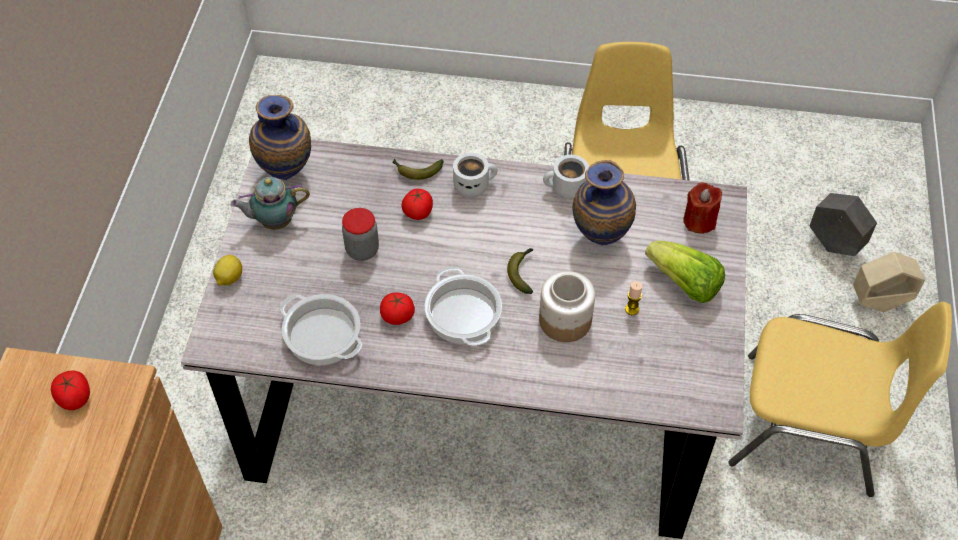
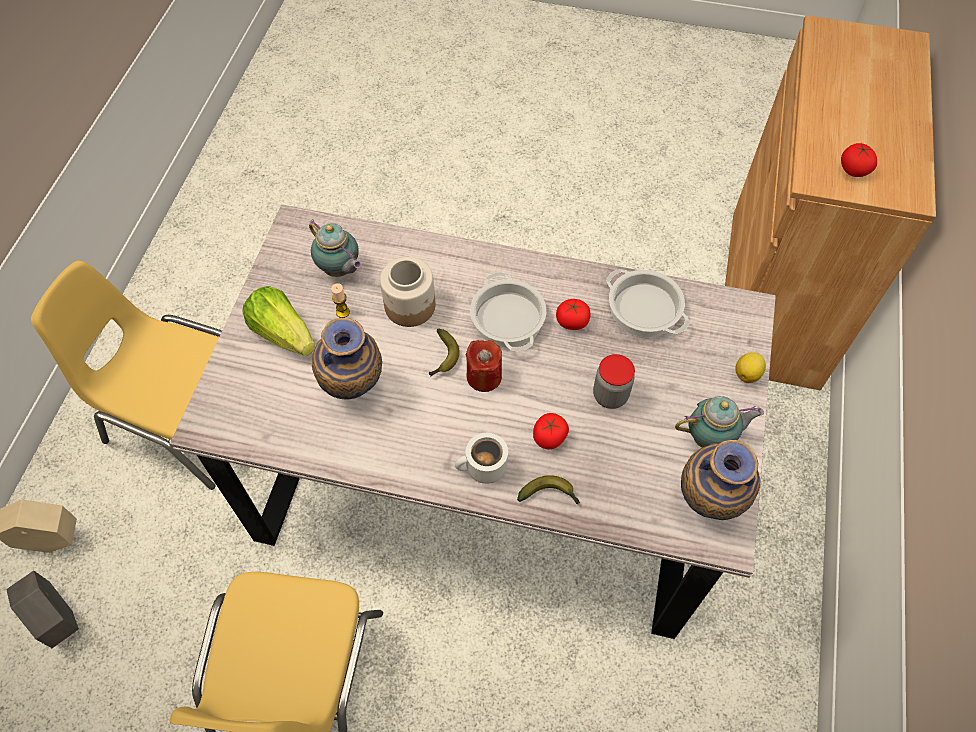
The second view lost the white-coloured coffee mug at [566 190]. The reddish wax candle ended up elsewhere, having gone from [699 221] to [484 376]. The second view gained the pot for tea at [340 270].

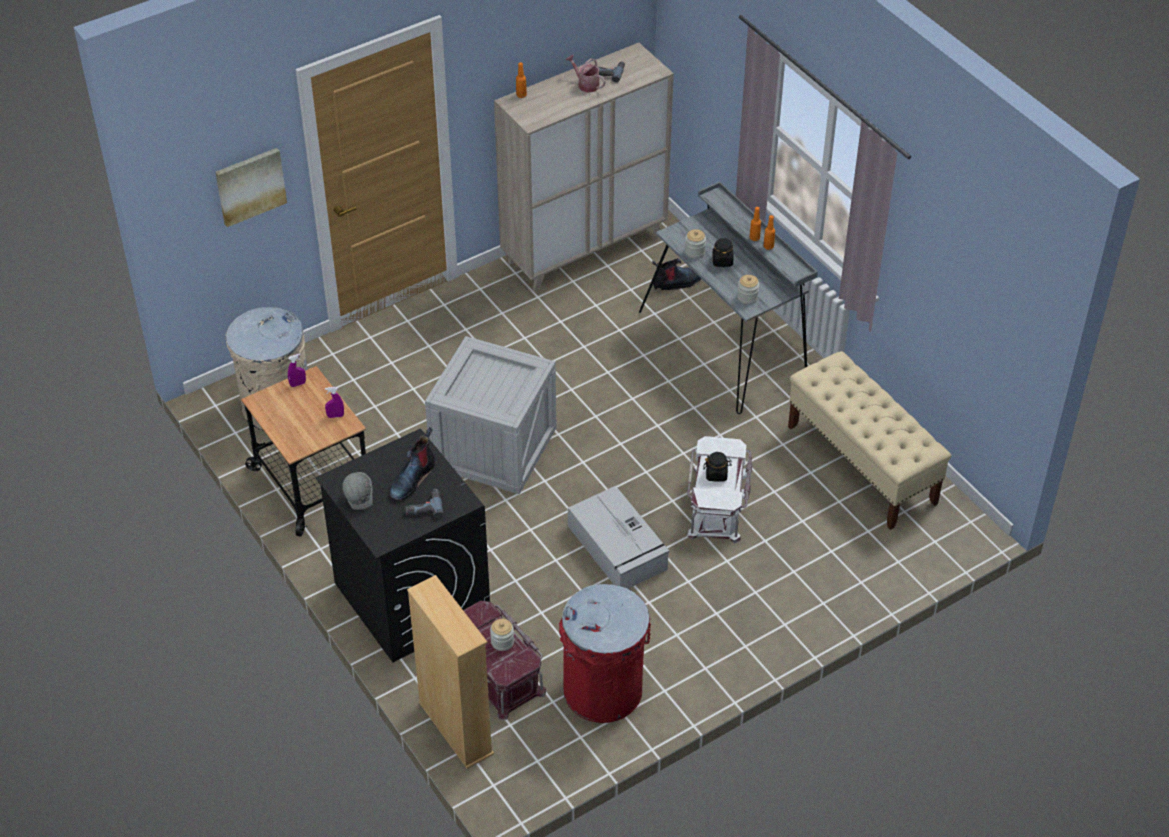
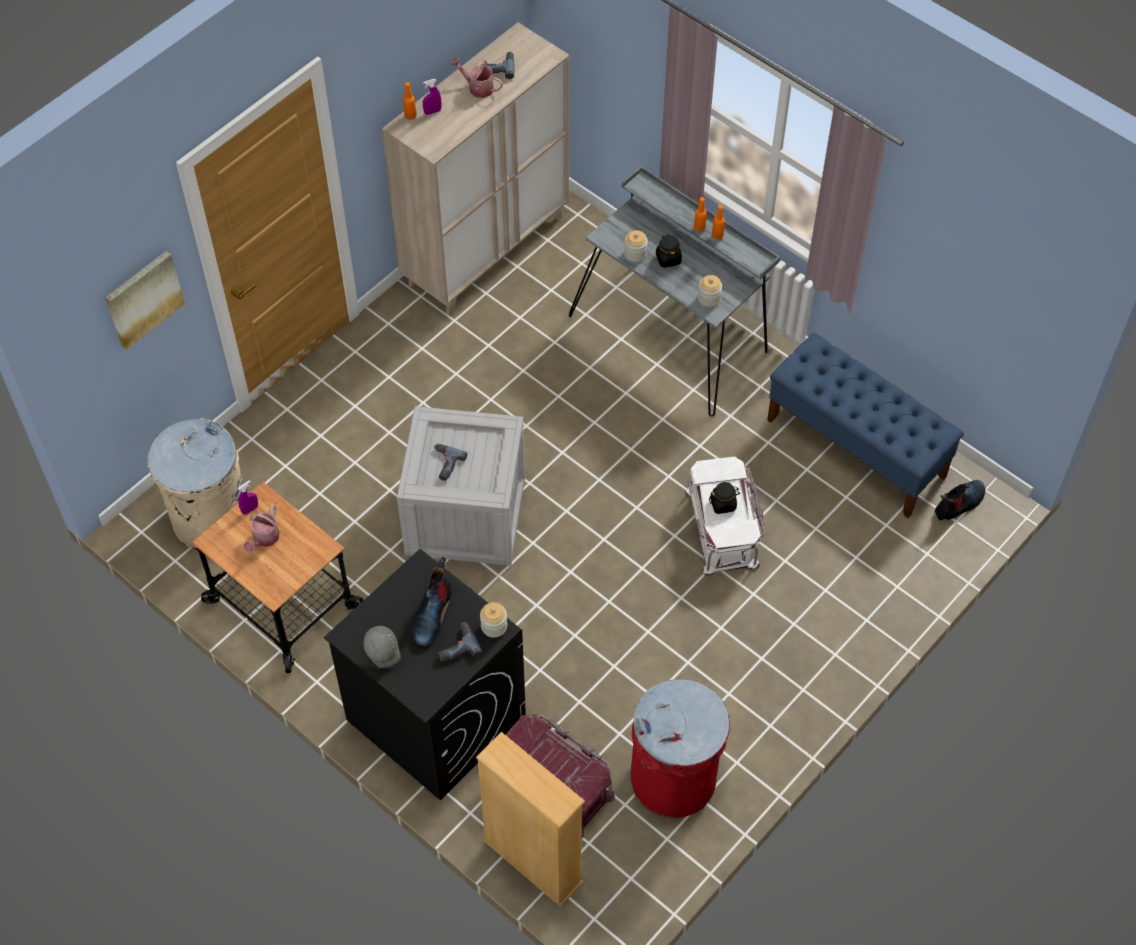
The boot ended up elsewhere, having gone from [677 282] to [959 504]. What was the sand-coloured indoor bench at [862 465] turned into the blue-coloured indoor bench at [856 448]. The purplish sprayer ended up elsewhere, having gone from [335 416] to [432 112]. The second view lost the grey storage container at [618 549]. The preserve jar ended up elsewhere, having gone from [502 642] to [494 626]. The second view gained the drill at [444 464]. The second view gained the watering pot at [264 539].

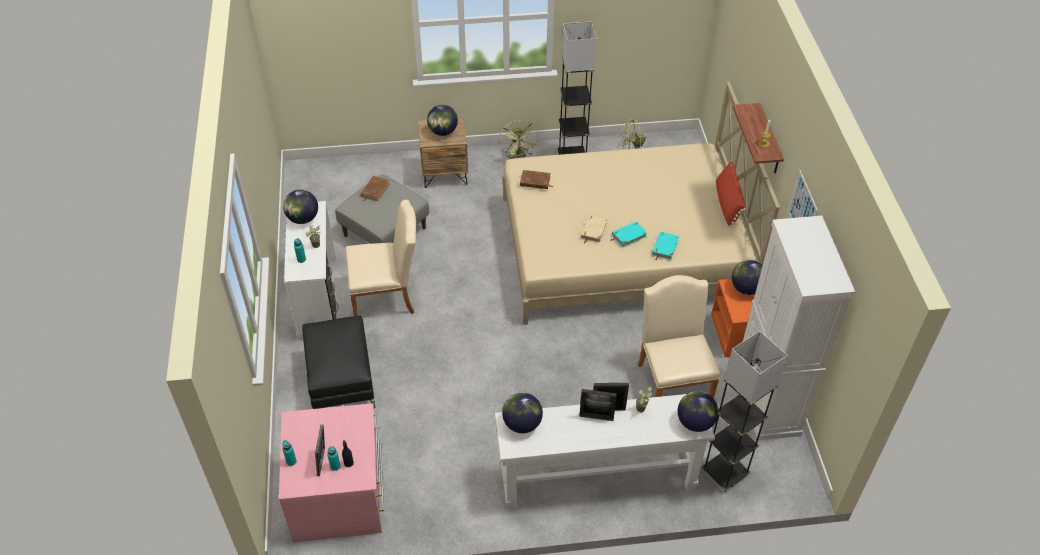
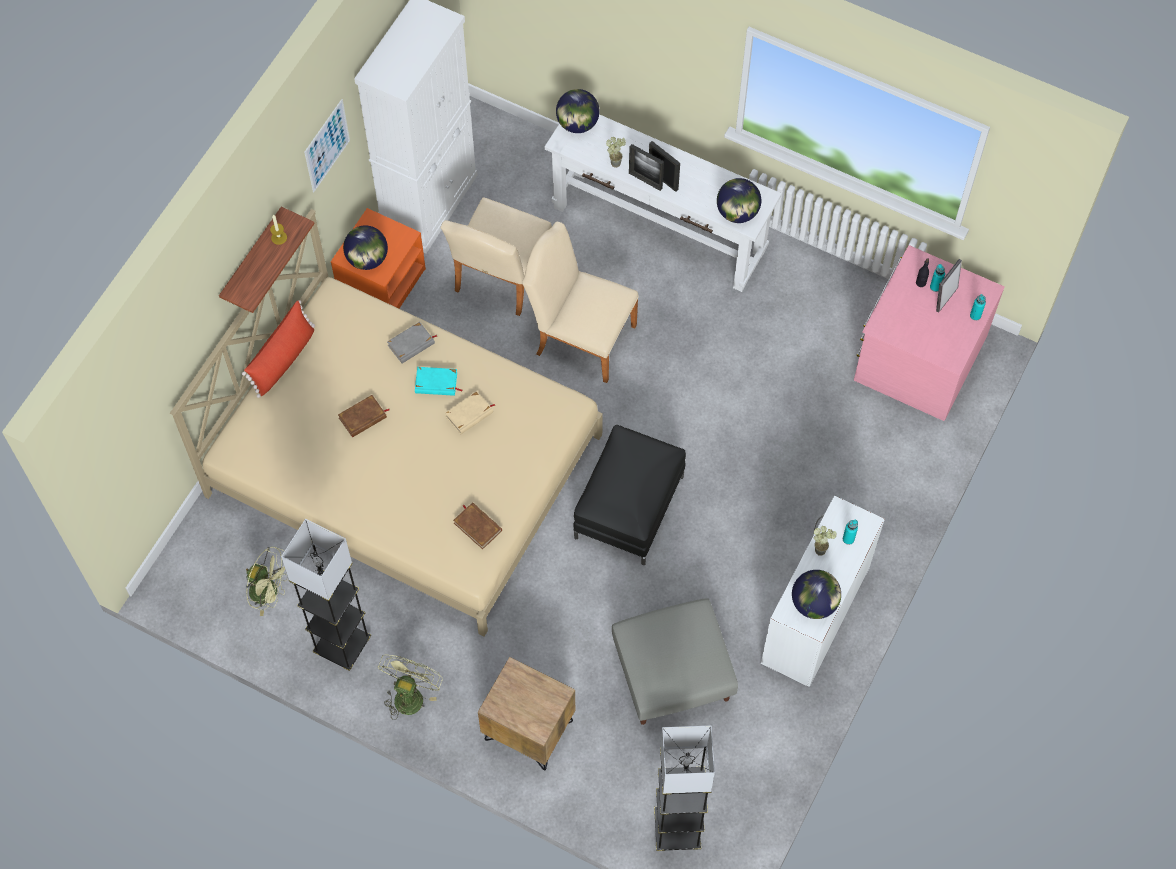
The second view lost the globe at [443 132]. The brown-coloured book ended up elsewhere, having gone from [375 190] to [363 418]. The sand-coloured plain chair ended up elsewhere, having gone from [387 295] to [579 336]. What was the turquoise-coloured book at [664 247] turned into the grey book at [411 344]. The black pouffe ended up elsewhere, having gone from [341 379] to [629 507]. The grey floor lamp ended up elsewhere, having gone from [725 473] to [677 830].

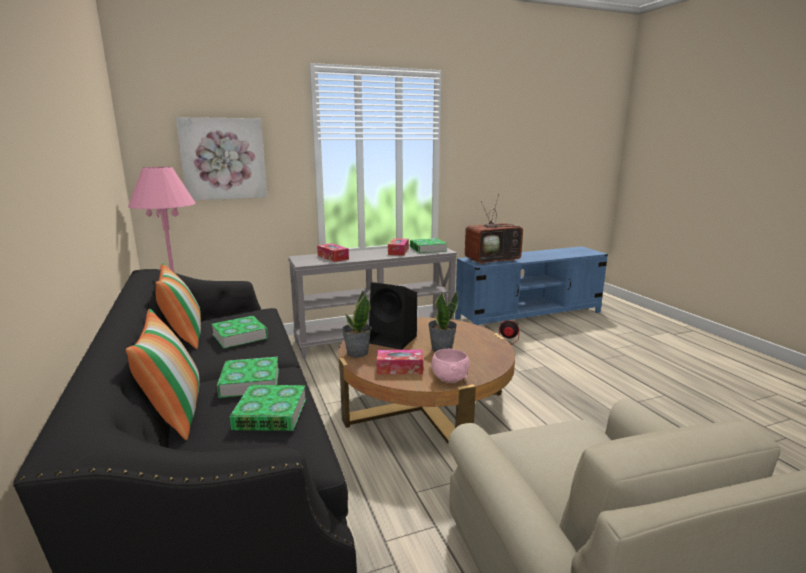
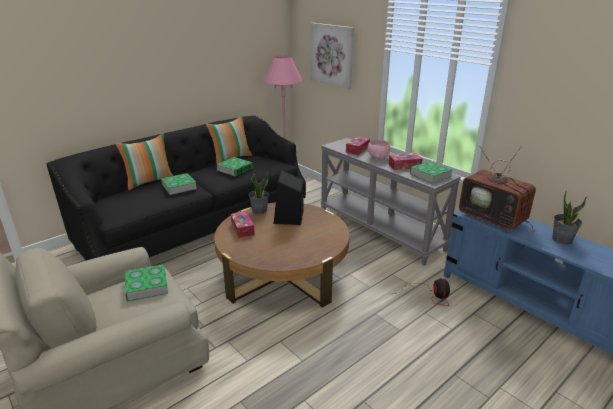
The houseplant ended up elsewhere, having gone from [441 348] to [562 239]. The pinkish bowl ended up elsewhere, having gone from [449 379] to [378 157]. The book ended up elsewhere, having gone from [271 413] to [146 286].

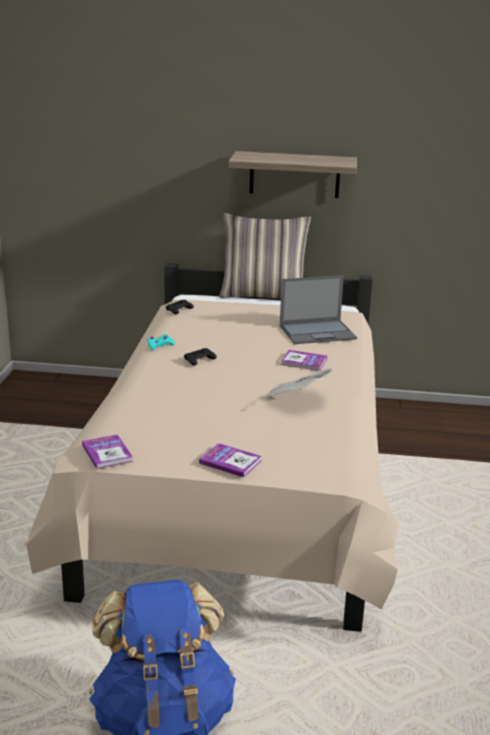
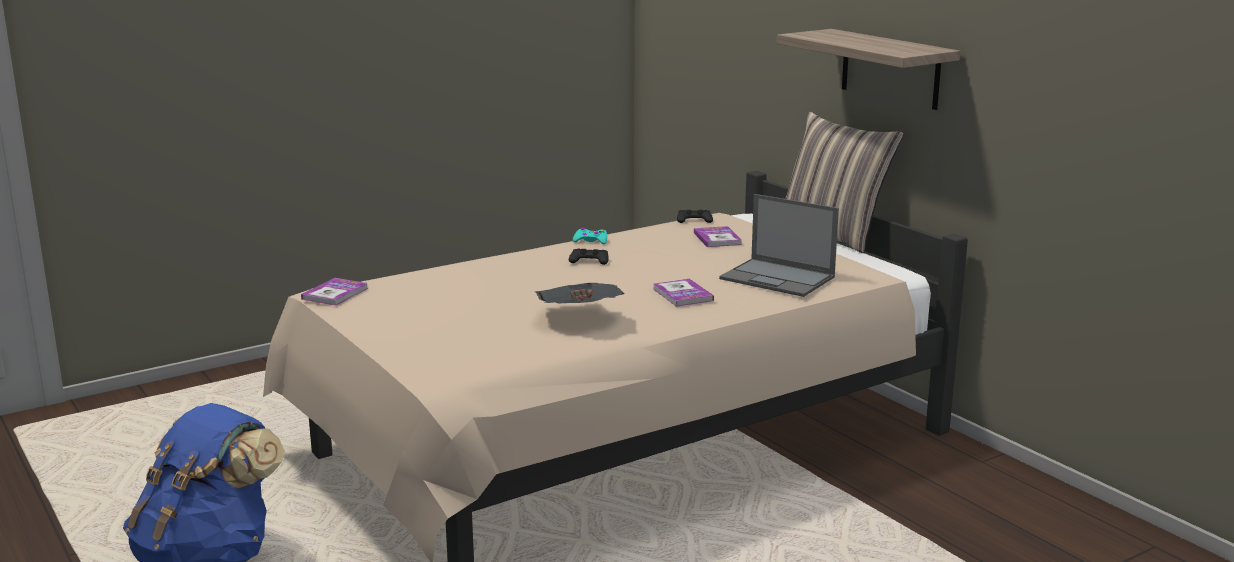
The book ended up elsewhere, having gone from [230 462] to [717 238].

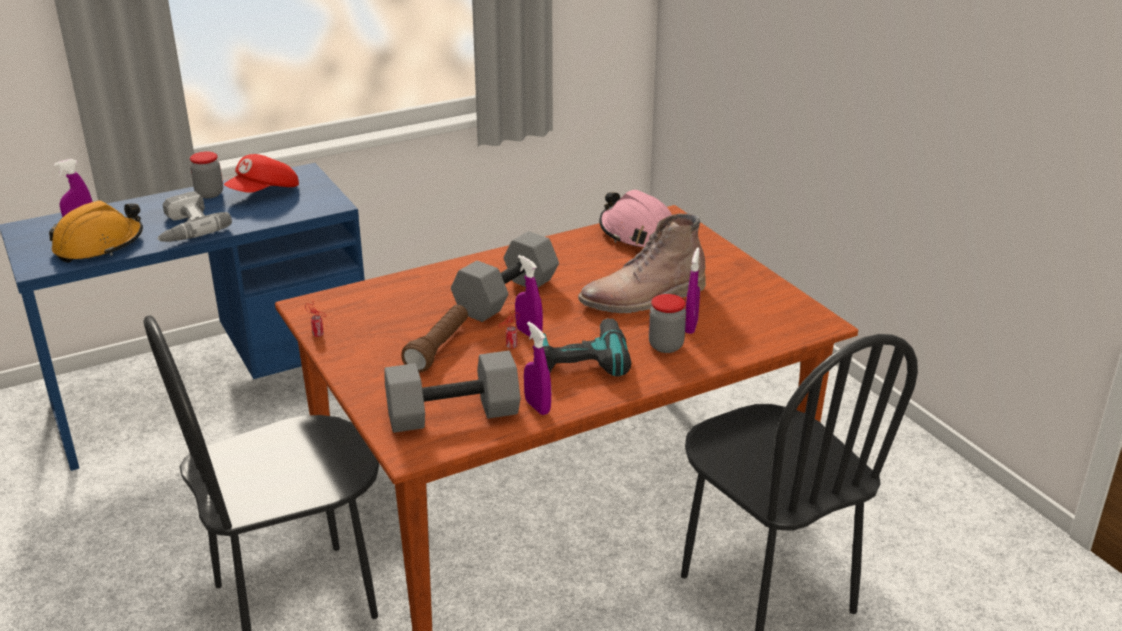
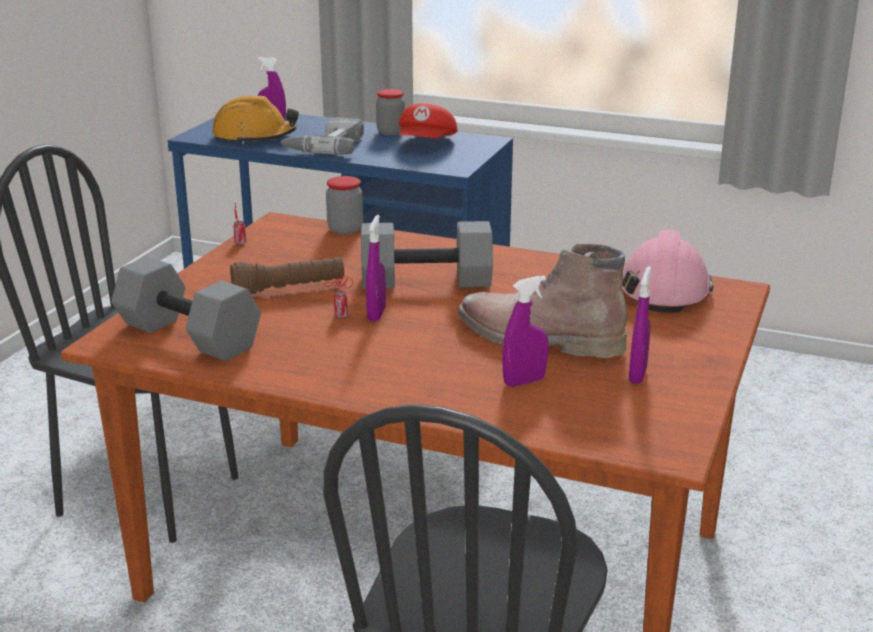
The reddish baseball cap at [264 193] ended up facing another way, 75 degrees counterclockwise from before. The preserve jar ended up elsewhere, having gone from [666 346] to [345 230]. The second view lost the drill at [582 359]. The purplish sprayer ended up elsewhere, having gone from [537 407] to [637 375].

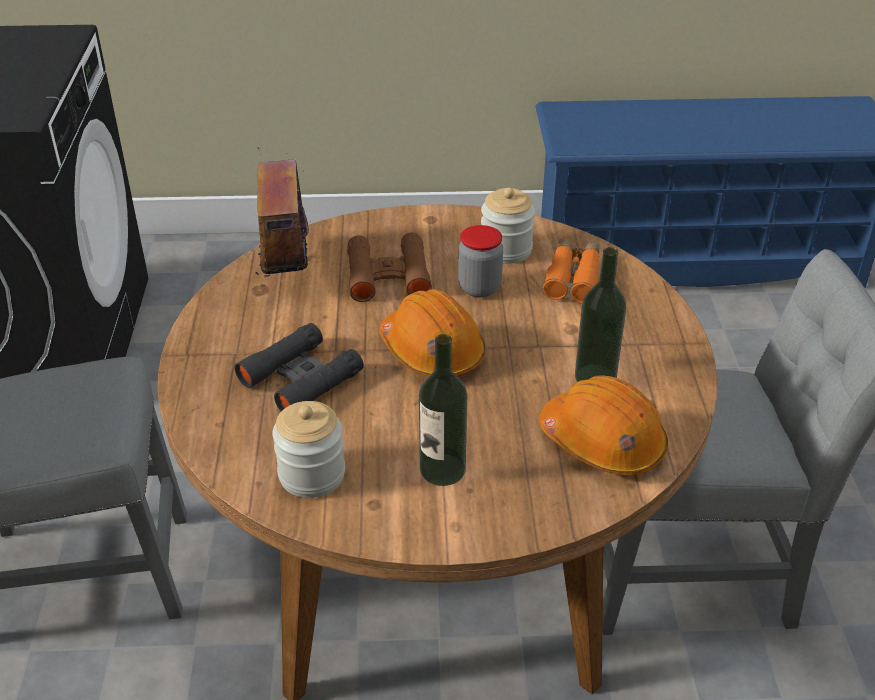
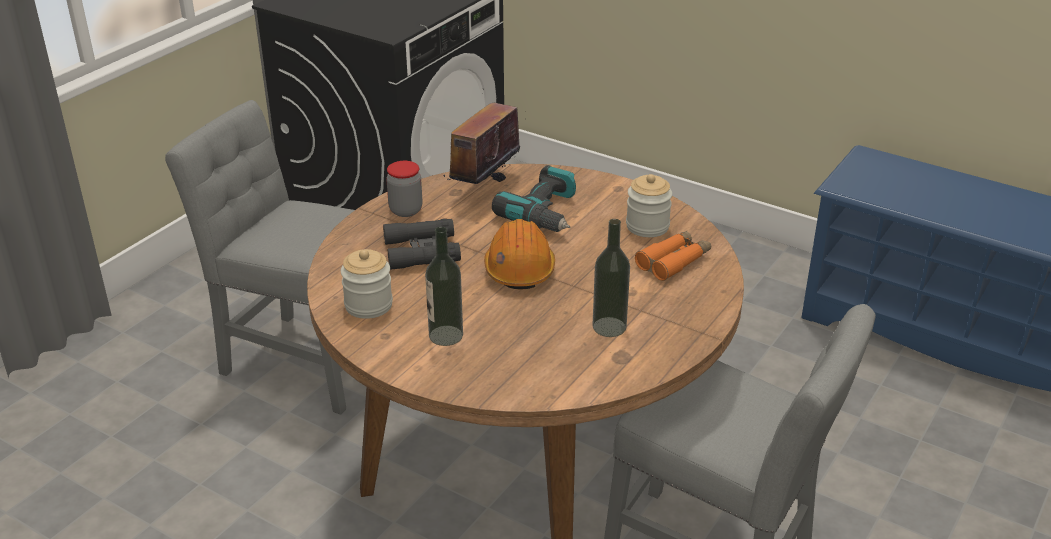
The preserve jar ended up elsewhere, having gone from [479 288] to [405 210]. Where the brown-coloured field glasses stood at [388 275], the drill came to stand at [545 213]. The second view lost the orangey hard hat at [603 443].

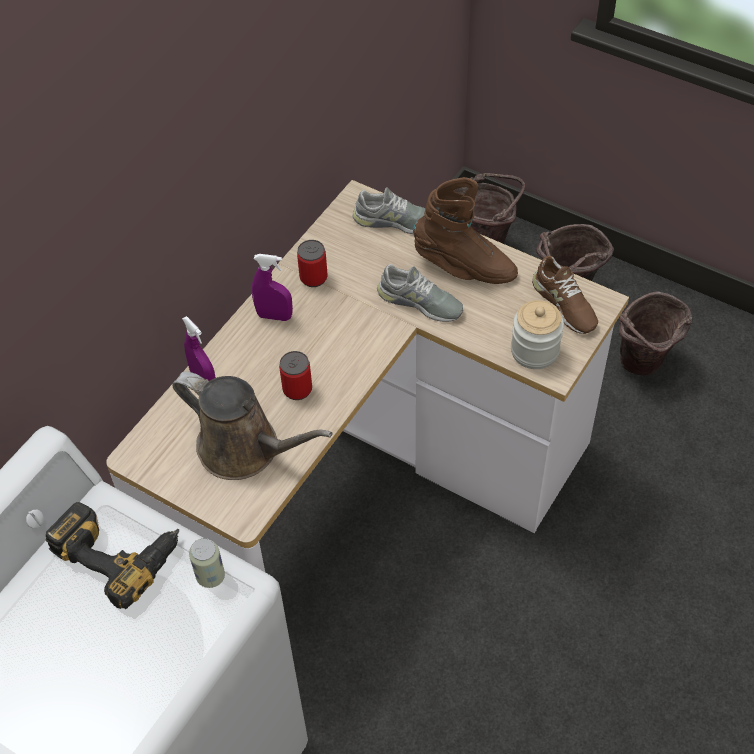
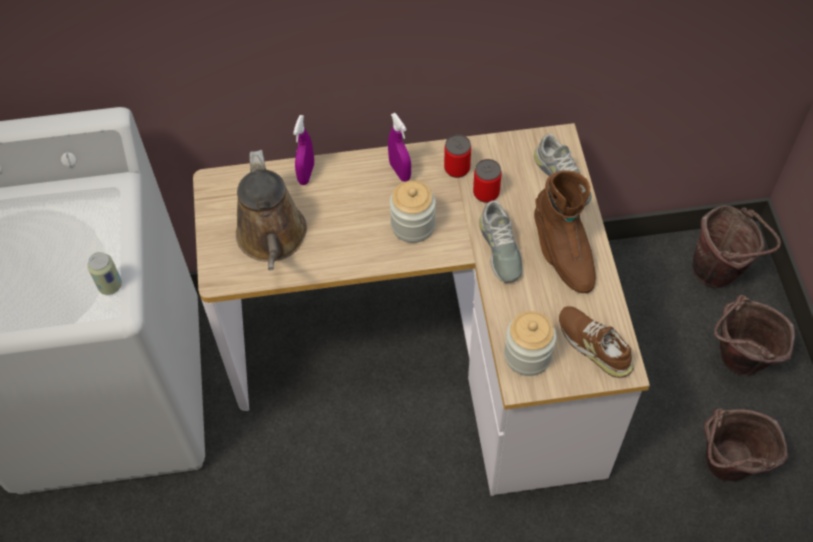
The brown-coloured shoe at [564 304] ended up facing another way, 120 degrees clockwise from before. The metal can ended up elsewhere, having gone from [297 389] to [486 193]. The second view lost the drill at [119 551]. The second view gained the preserve jar at [413 225].

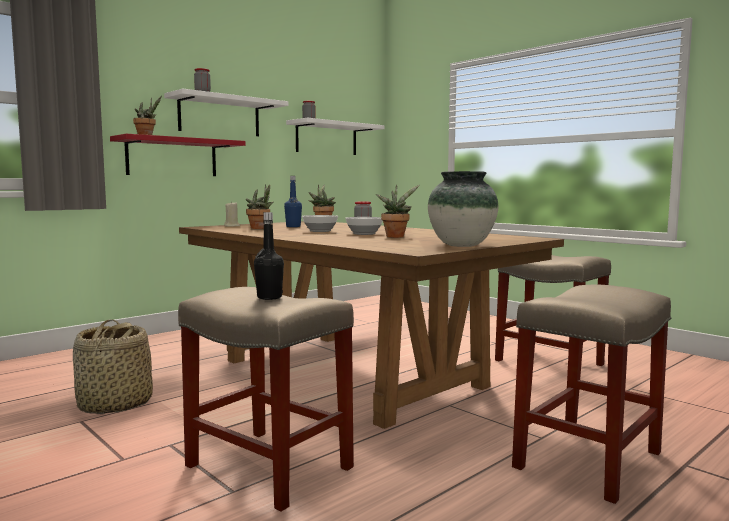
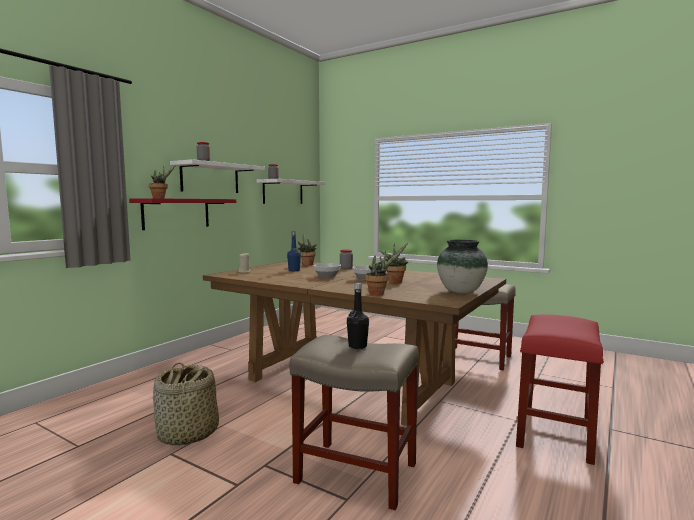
The houseplant ended up elsewhere, having gone from [260 228] to [379 293]. What was the sand-coloured stool seat at [588 461] turned into the reddish stool seat at [556 434].

